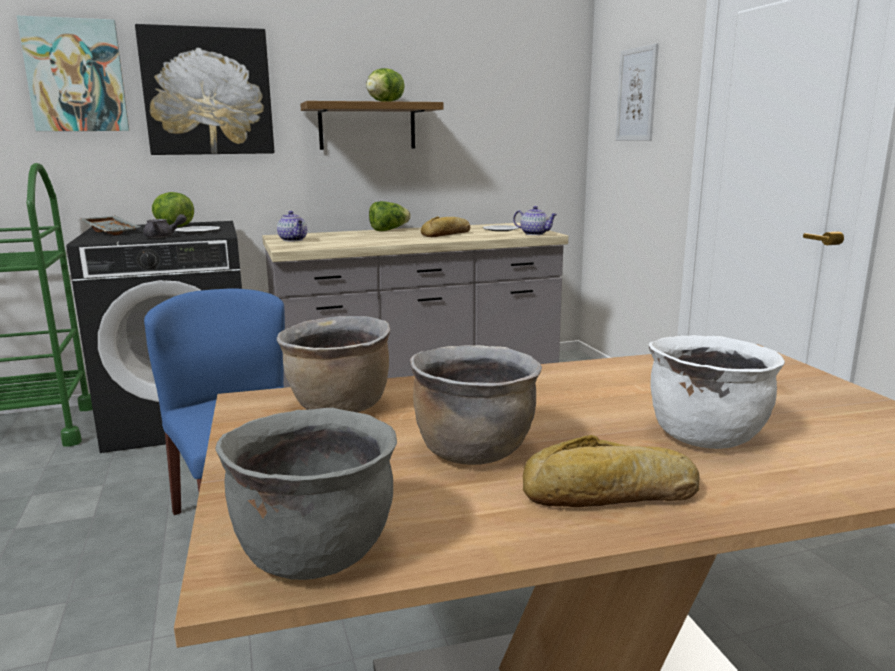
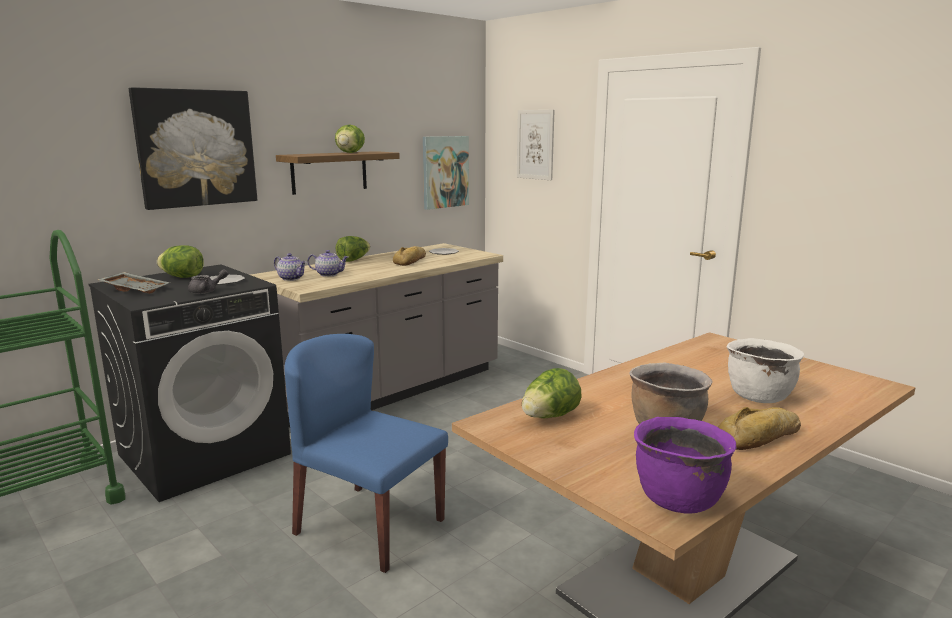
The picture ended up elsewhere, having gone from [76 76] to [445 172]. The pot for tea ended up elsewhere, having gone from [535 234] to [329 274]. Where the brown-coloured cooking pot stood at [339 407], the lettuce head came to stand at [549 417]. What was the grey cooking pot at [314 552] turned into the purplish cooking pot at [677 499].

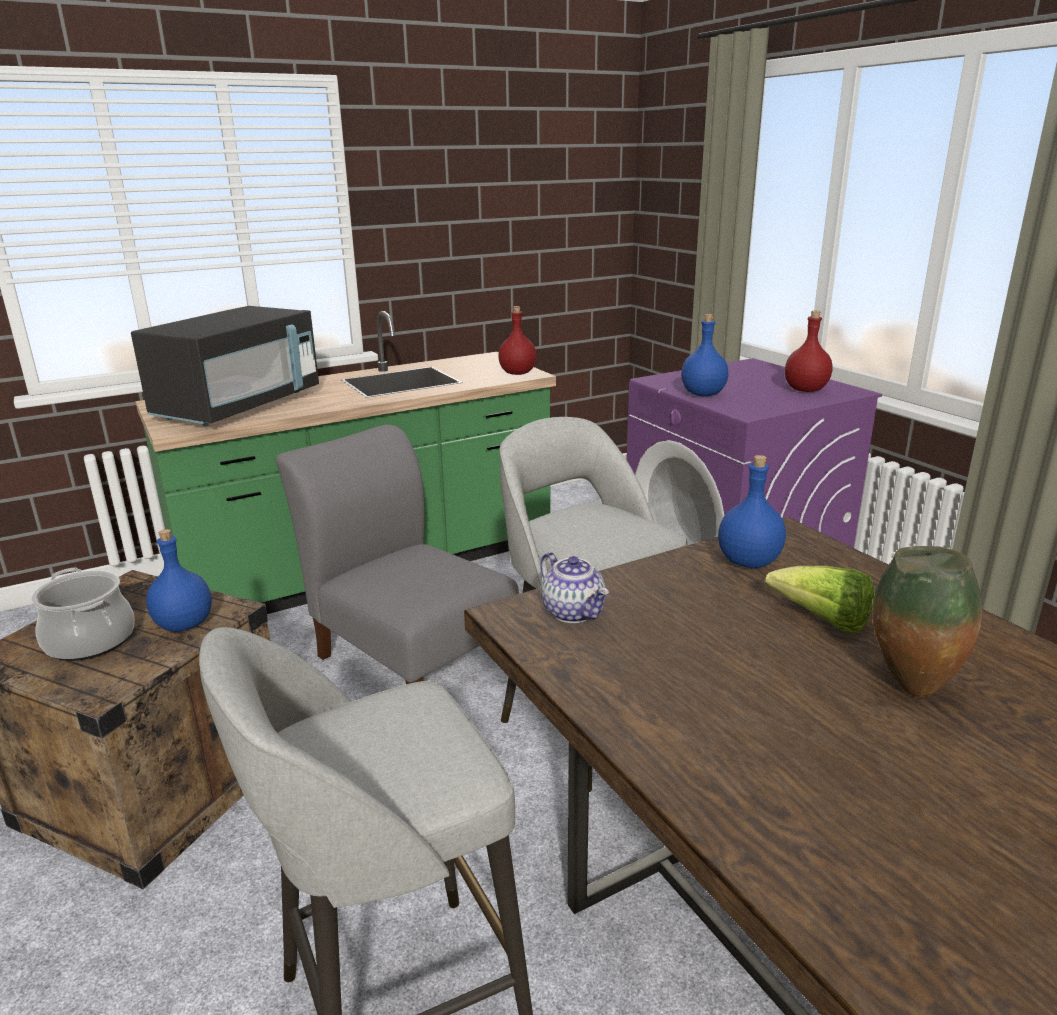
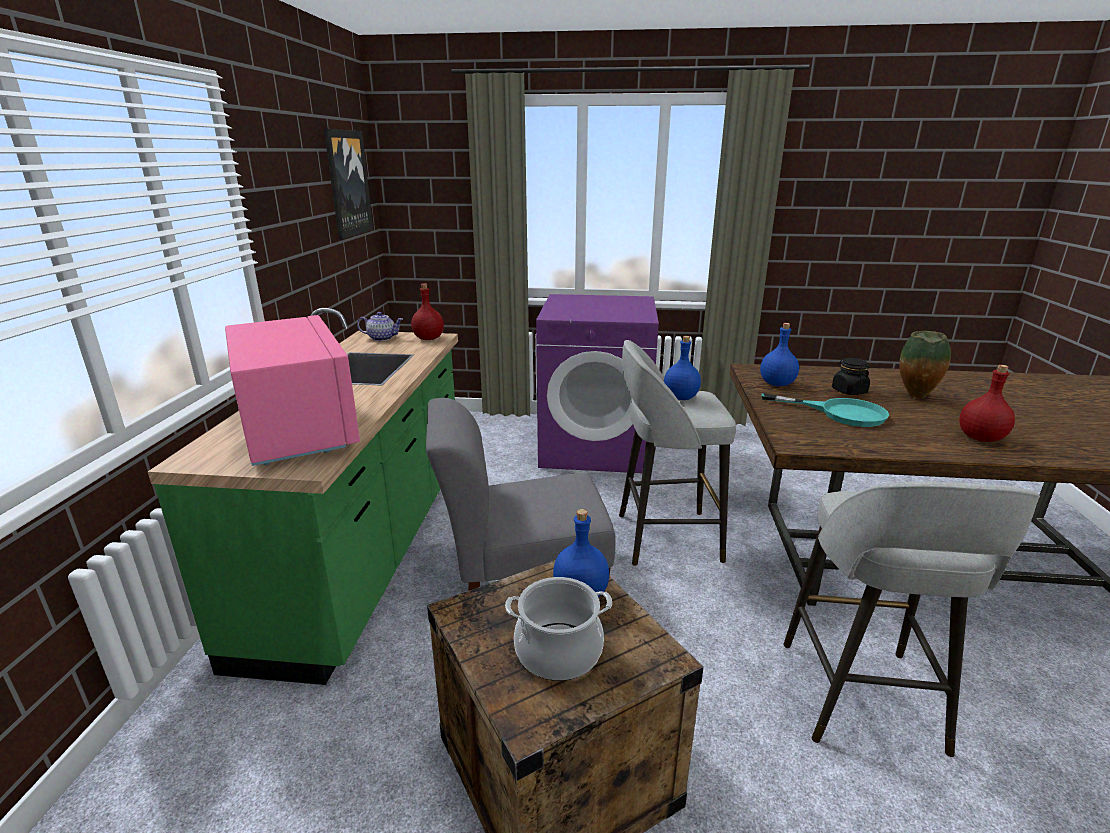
What was the black microwave oven at [240 406] turned into the pinkish microwave oven at [298 429]. The reddish beverage bottle ended up elsewhere, having gone from [806 390] to [981 438]. The blue-coloured beverage bottle ended up elsewhere, having gone from [703 394] to [681 398]. The pot for tea ended up elsewhere, having gone from [574 612] to [382 338]. Where the lettuce head stood at [822 621], the black preserve jar came to stand at [848 391]. The second view gained the picture at [348 183]. The second view gained the turquoise-coloured pan at [840 413].

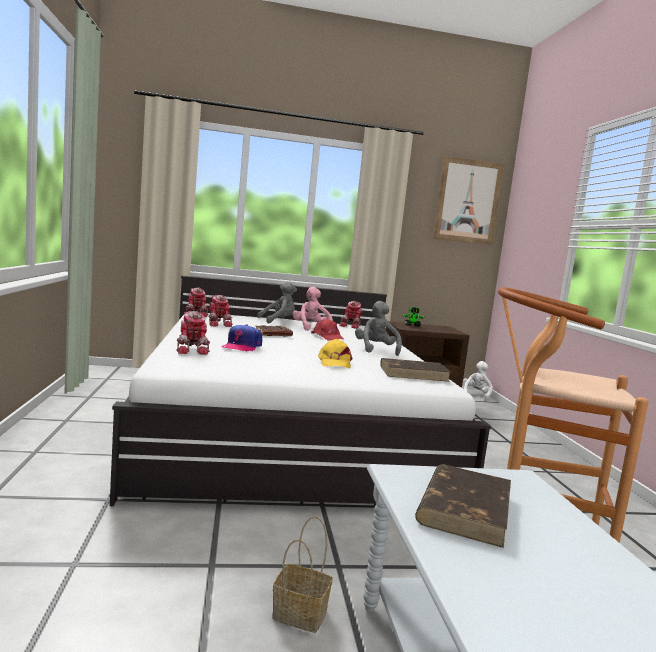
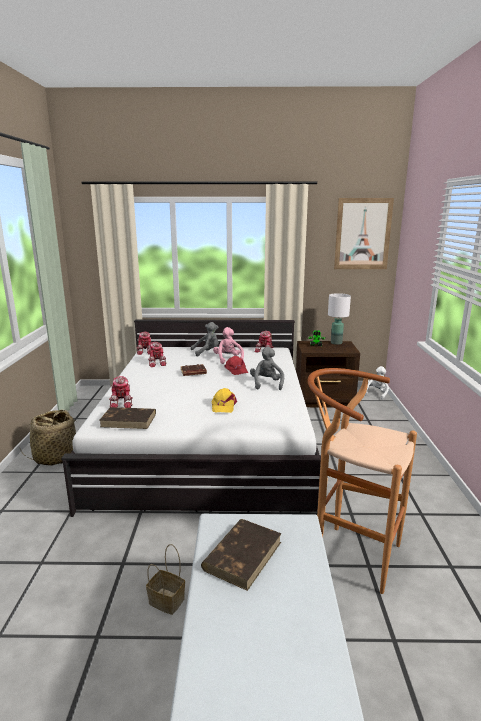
The second view lost the baseball cap at [242 346]. The brown-coloured book ended up elsewhere, having gone from [414 373] to [129 420]. The second view gained the white-coloured table lamp at [336 343]. The second view gained the household basket at [55 457].

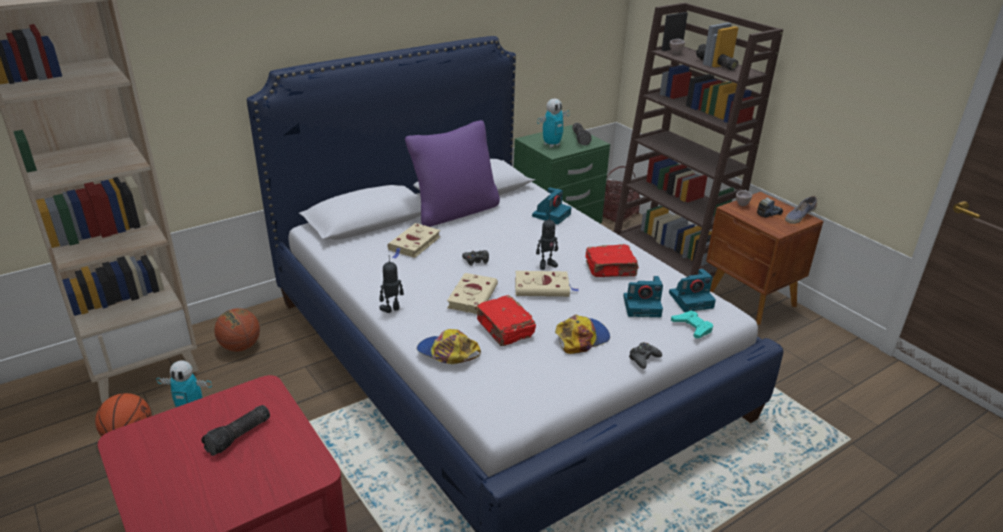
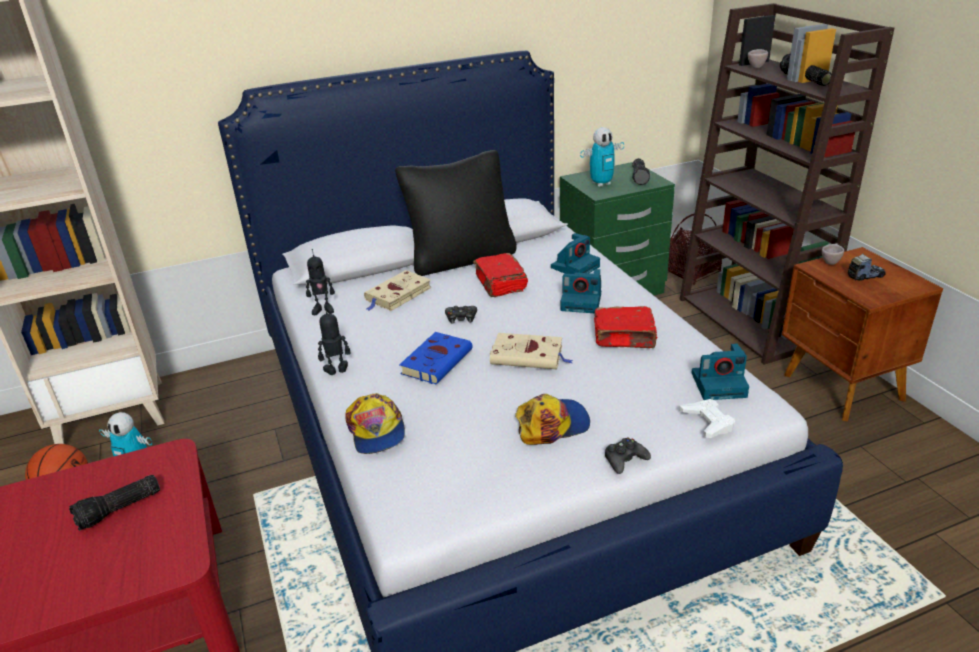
What was the purplish cushion at [455 211] turned into the black cushion at [461 258]. The second view lost the shoe at [799 216]. The toy robot ended up elsewhere, having gone from [546 264] to [323 309]. What was the sand-coloured book at [472 296] turned into the blue-coloured book at [437 361]. The photo camera ended up elsewhere, having gone from [643 306] to [582 302]. The reddish book ended up elsewhere, having gone from [505 329] to [500 284]. The second view lost the basketball at [240 347]. What was the turquoise-coloured joypad at [692 327] turned into the white-coloured joypad at [707 422]. The baseball cap at [447 353] ended up facing another way, 150 degrees counterclockwise from before.

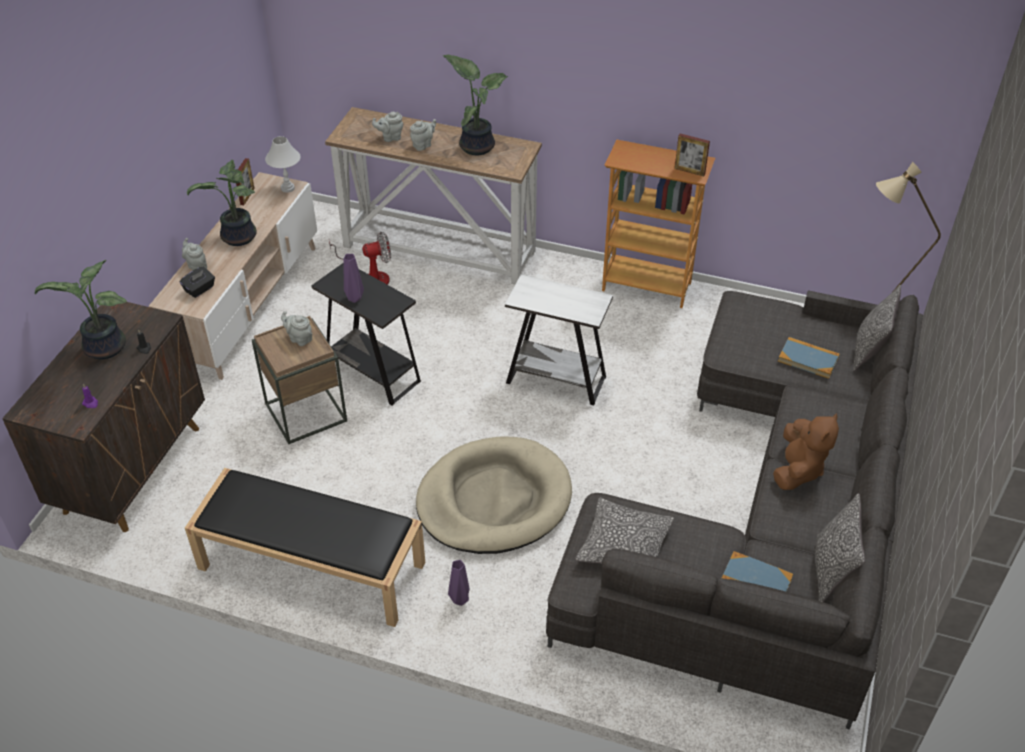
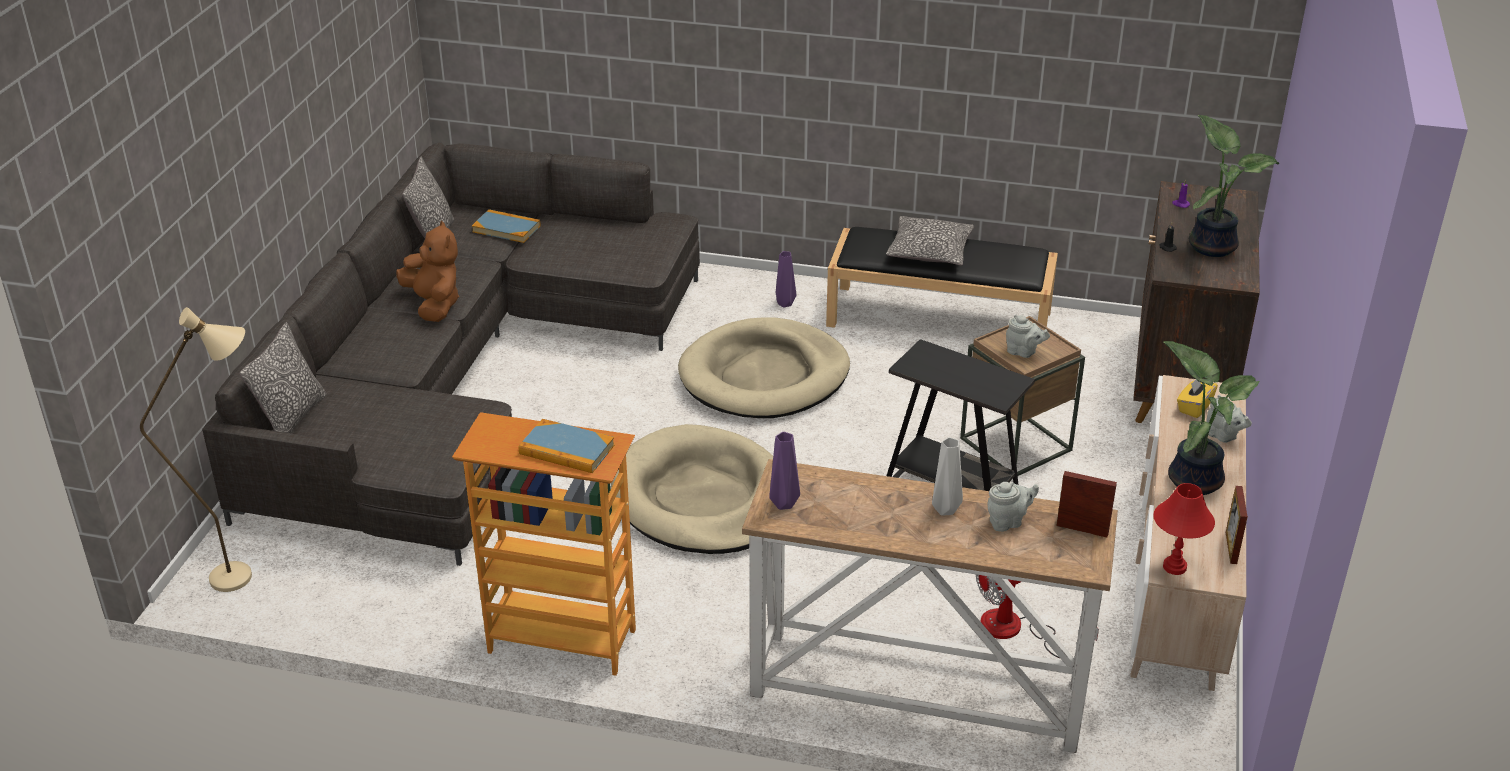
The second view lost the houseplant at [477 145]. Where the grey pot for tea stood at [423 145], the grey flower vase came to stand at [945 510]. The photo frame ended up elsewhere, having gone from [689 171] to [1082 529]. What was the white-coloured table lamp at [288 188] turned into the reddish table lamp at [1174 567]. The purplish flower vase ended up elsewhere, having gone from [355 298] to [782 504]. What was the black tissue holder at [200 289] turned into the yellow tissue holder at [1194 407]. Where the white-coloured accent table stood at [556 380], the sand-coloured pet bed came to stand at [702 498]. The book ended up elsewhere, having gone from [808 359] to [566 450]. The brown-coloured plush toy at [798 469] ended up facing another way, 135 degrees clockwise from before. The cushion ended up elsewhere, having gone from [624 546] to [929 251].

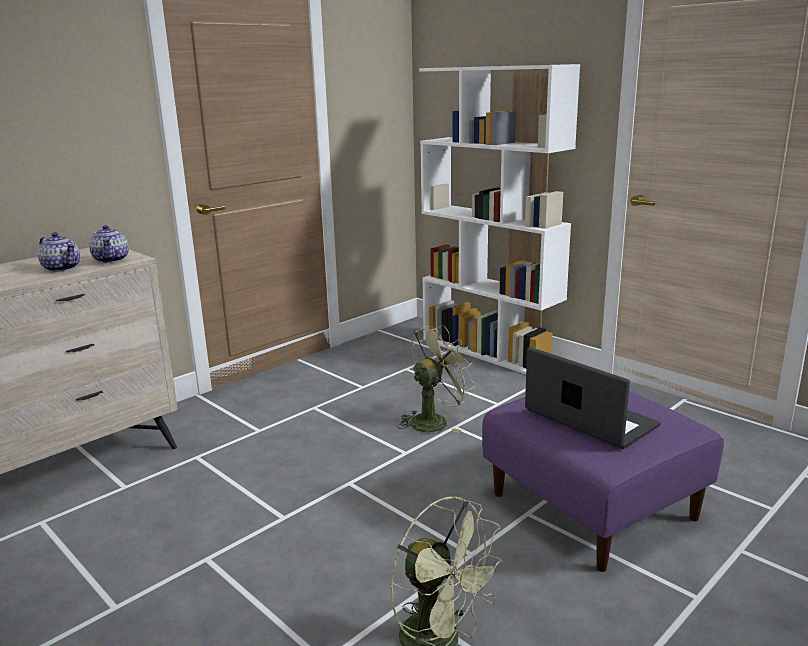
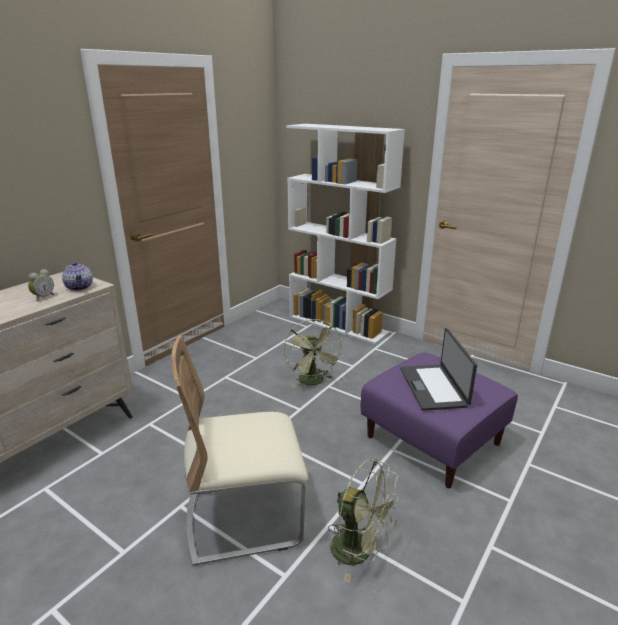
Where the pot for tea stood at [62 268], the bedside clock came to stand at [43 297]. The greenish fan at [434 420] ended up facing another way, 120 degrees clockwise from before. The portable computer at [589 419] ended up facing another way, 135 degrees counterclockwise from before. The second view gained the sand-coloured plain chair at [244 518].

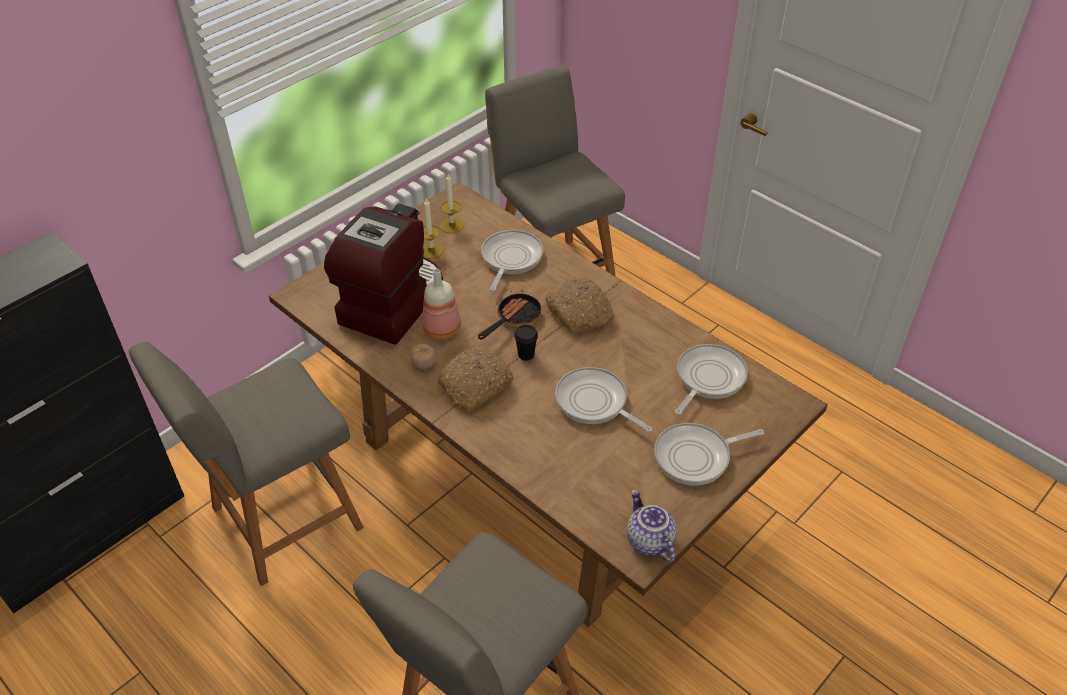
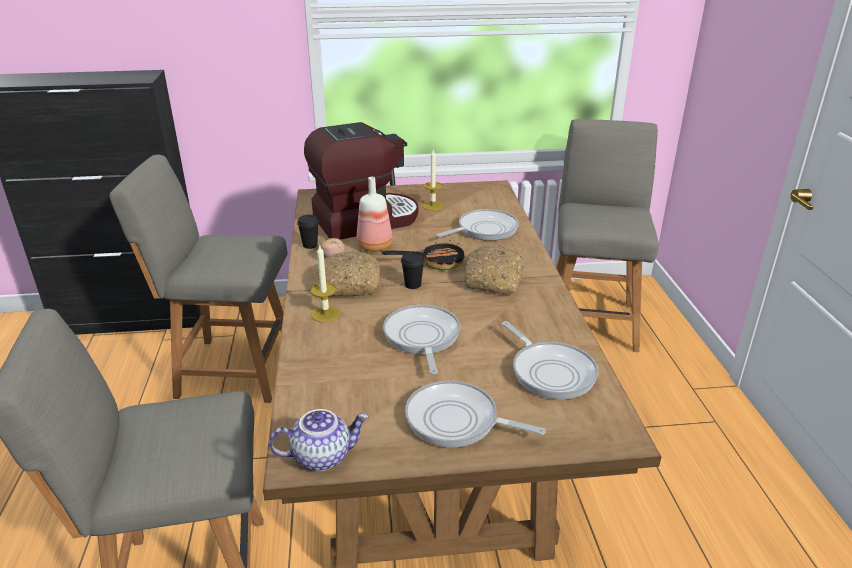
The wax candle ended up elsewhere, having gone from [452 225] to [325 314]. The pan at [708 378] ended up facing another way, 75 degrees clockwise from before. The pot for tea at [648 540] ended up facing another way, 60 degrees clockwise from before. The second view gained the black small cup at [310 245].

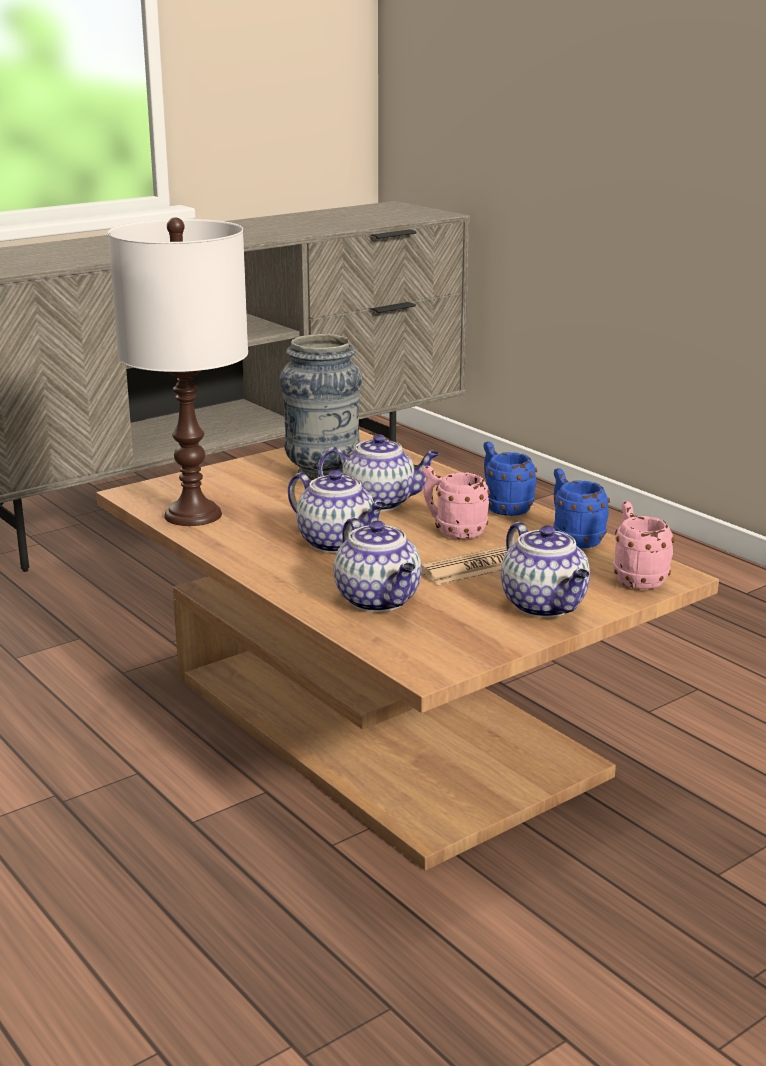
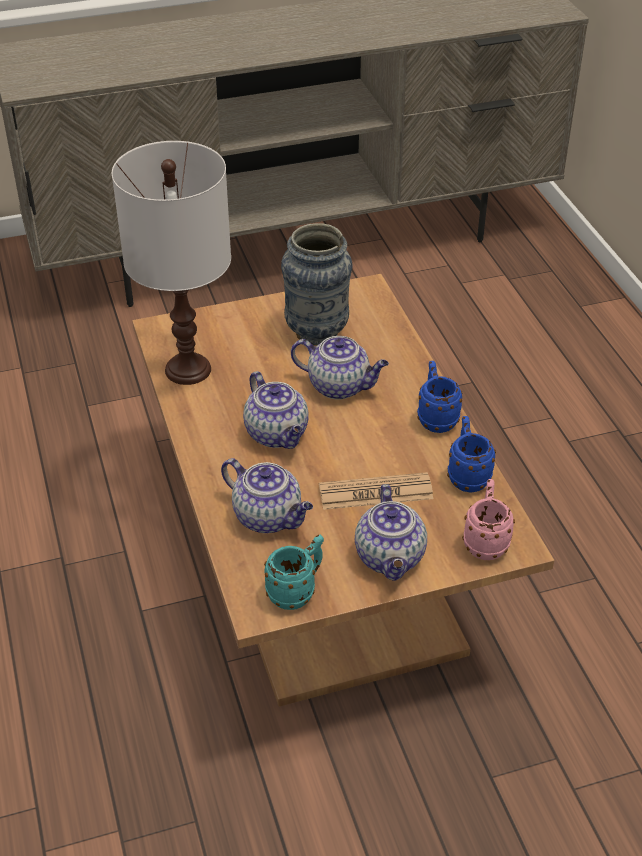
The second view lost the pinkish coffee mug at [453 531]. The pot for tea at [379 600] ended up facing another way, 45 degrees counterclockwise from before. The second view gained the turquoise-coloured coffee mug at [297 591].

